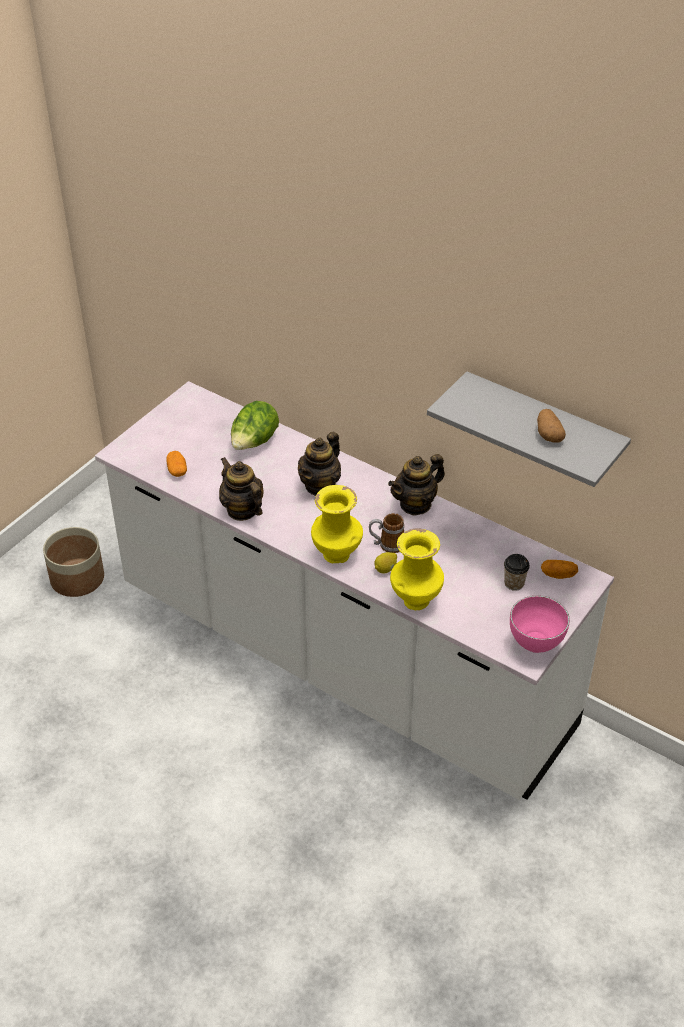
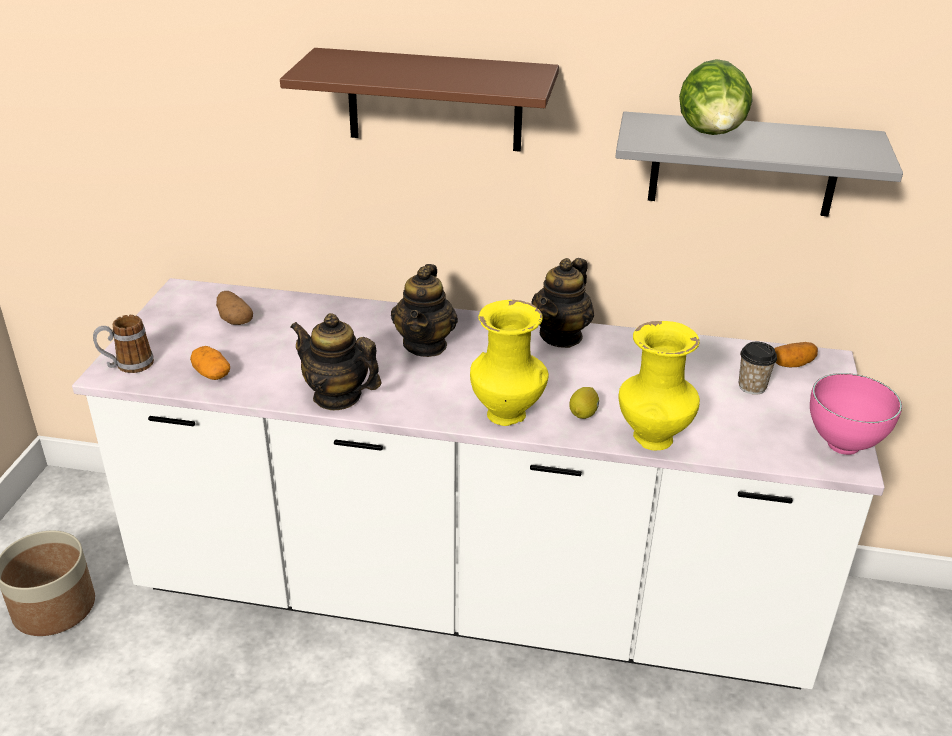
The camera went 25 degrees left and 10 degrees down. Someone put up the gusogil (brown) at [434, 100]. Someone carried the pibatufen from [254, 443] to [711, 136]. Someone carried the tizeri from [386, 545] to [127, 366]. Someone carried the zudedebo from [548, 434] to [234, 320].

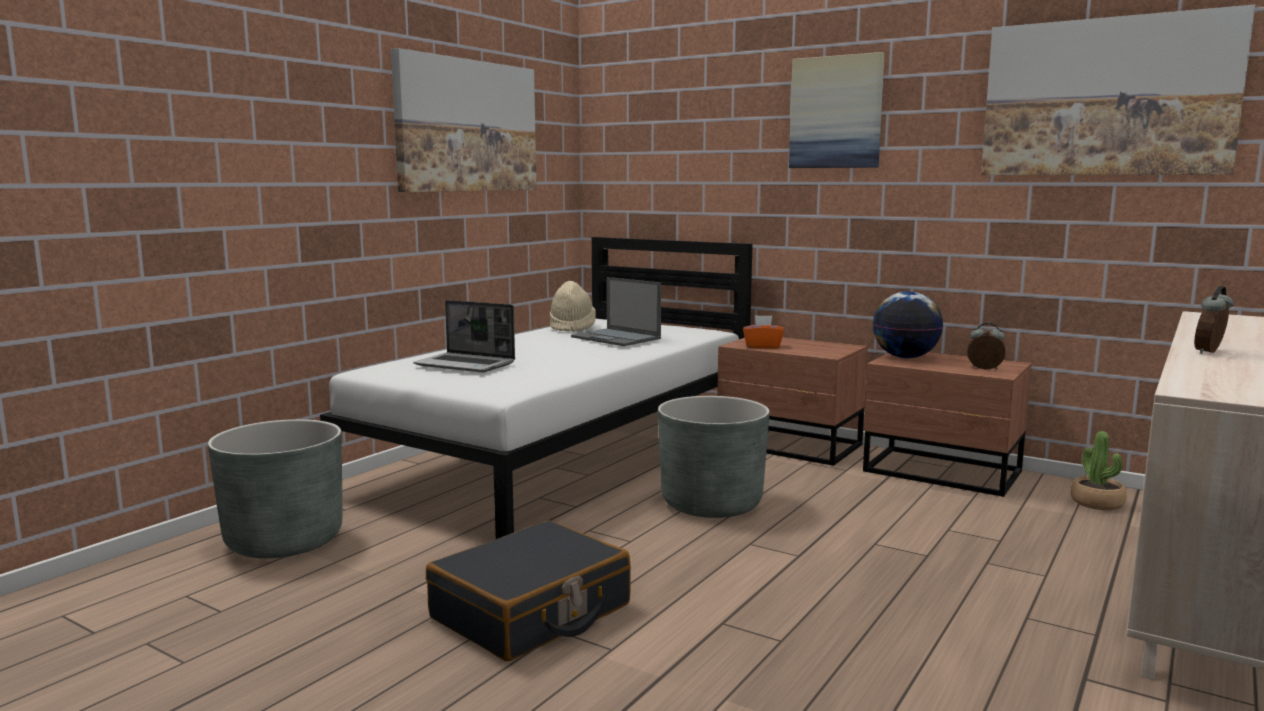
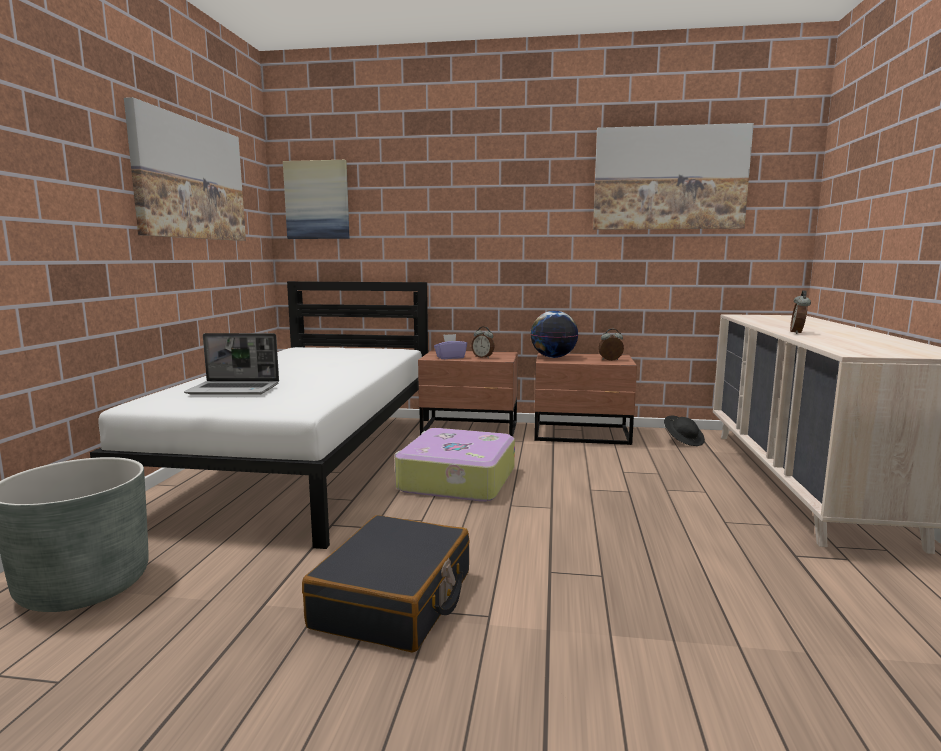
The camera went 25 degrees left and 0 degrees up. Someone took away the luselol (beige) at [572, 327]. Someone took away the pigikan at [617, 338]. Someone put down the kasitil at [483, 357]. Someone carried the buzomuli from [836, 112] to [317, 200]. Someone swapped the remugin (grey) at [711, 504] for the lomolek at [456, 480]. Someone swapped the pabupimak at [1097, 503] for the luselol (black) at [683, 440]. Someone repainted the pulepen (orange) at [762, 346], which became the pulepen (purple) at [450, 357].

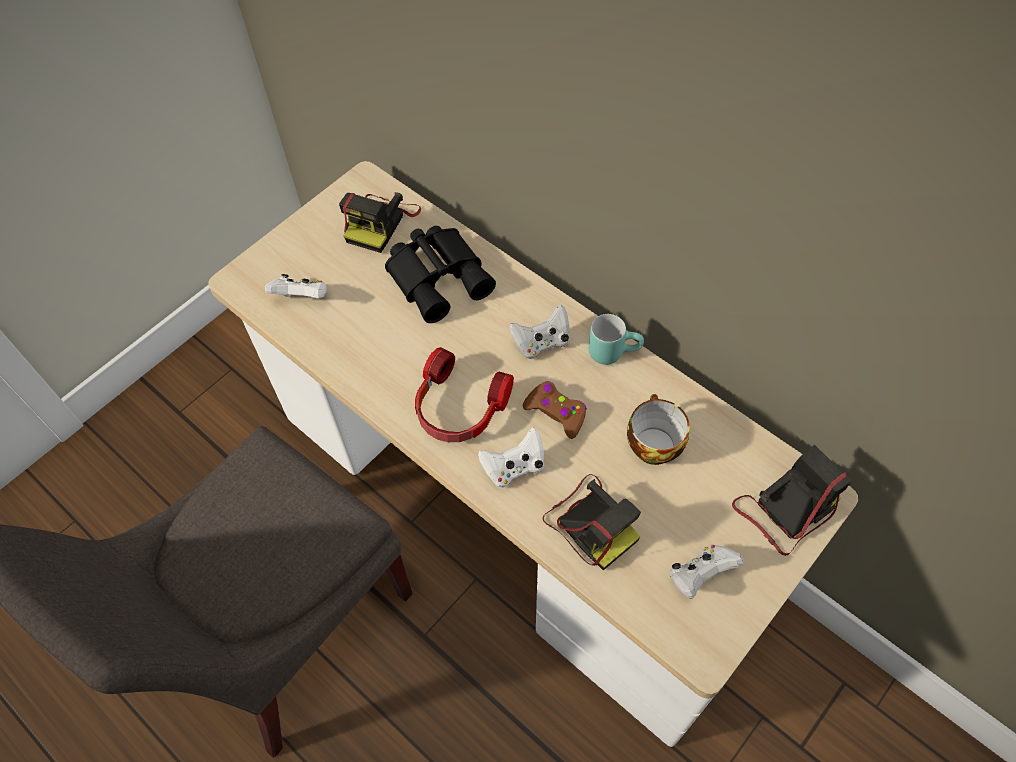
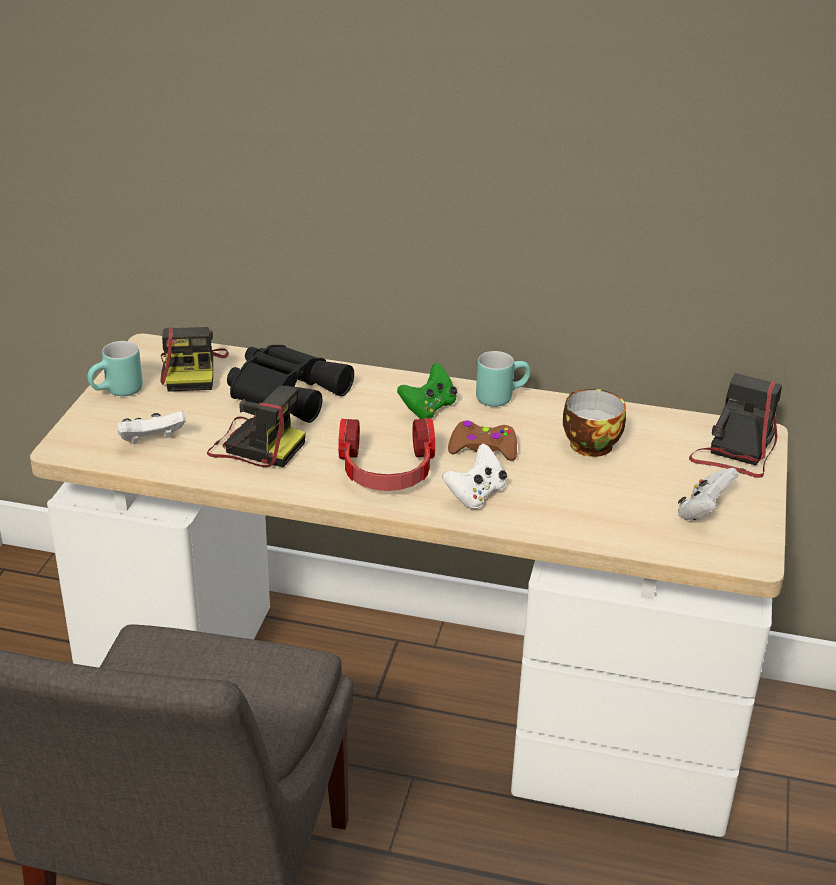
The camera went 30 degrees left and 25 degrees down. Someone put down the tizeri (turquoise) at [118, 393]. Someone carried the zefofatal from [590, 523] to [255, 445]. Someone repainted the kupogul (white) at [541, 343], which became the kupogul (green) at [428, 408].

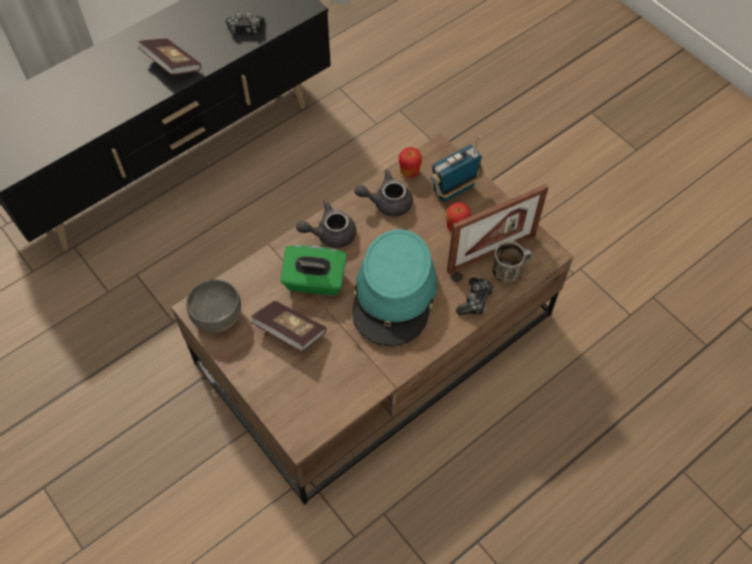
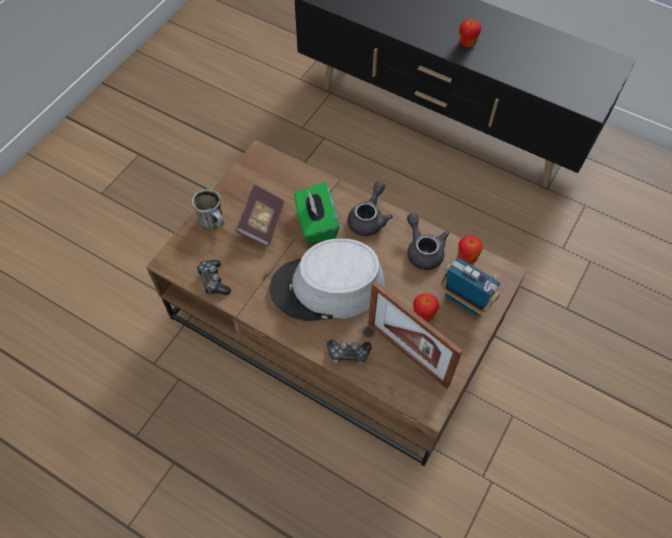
The camera went 70 degrees right and 0 degrees up. Someone took away the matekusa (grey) at [216, 316]. Someone carried the kupogul from [245, 28] to [213, 281]. Someone carried the tizeri from [509, 271] to [215, 222]. Someone swapped the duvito at [172, 65] for the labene at [467, 43]. Someone repainted the luselol (turquoise) at [395, 295], which became the luselol (grey) at [327, 287]. Someone rotated the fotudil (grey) at [330, 234] by 60 degrees clockwise.

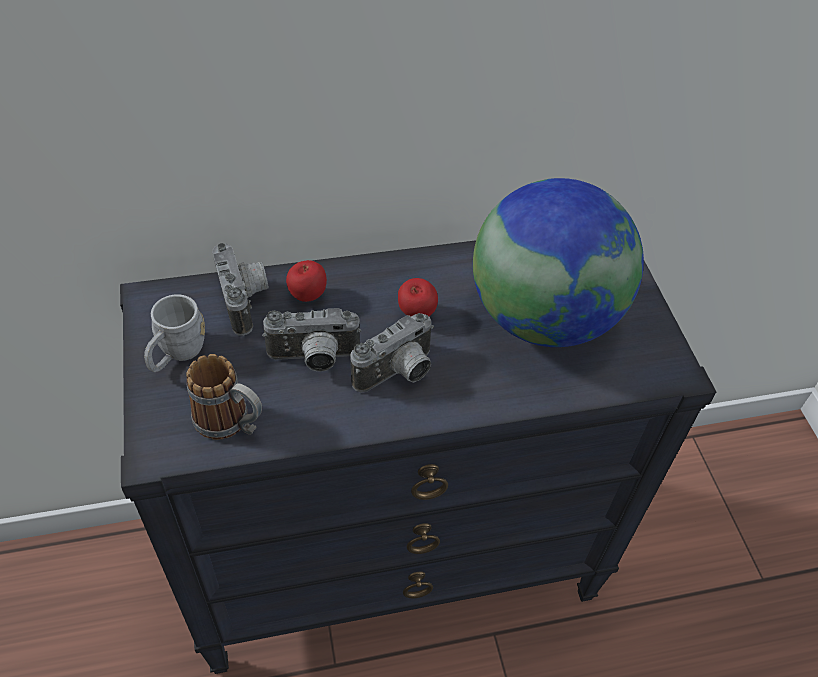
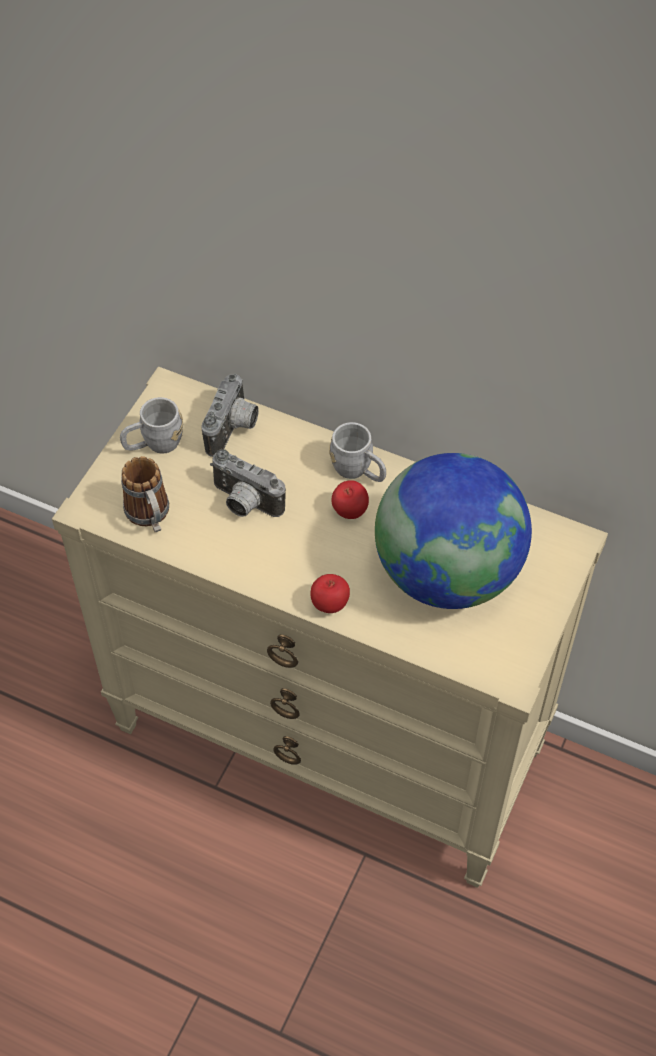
The camera went 40 degrees right and 5 degrees up. Someone took away the zefofatal at [398, 374]. Someone put down the tizeri (grey) at [358, 471]. Someone carried the labene from [307, 295] to [329, 604]. Someone repainted the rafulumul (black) at [396, 559], which became the rafulumul (beige) at [331, 737].

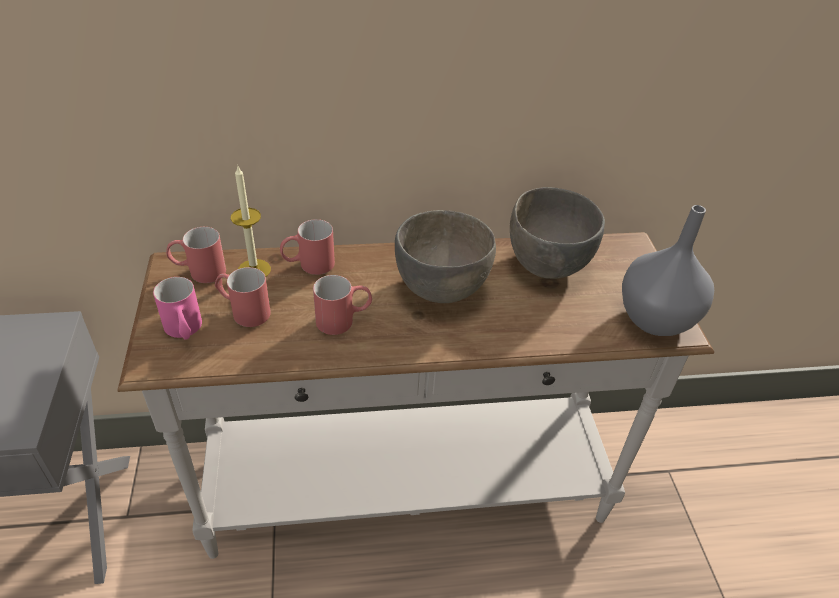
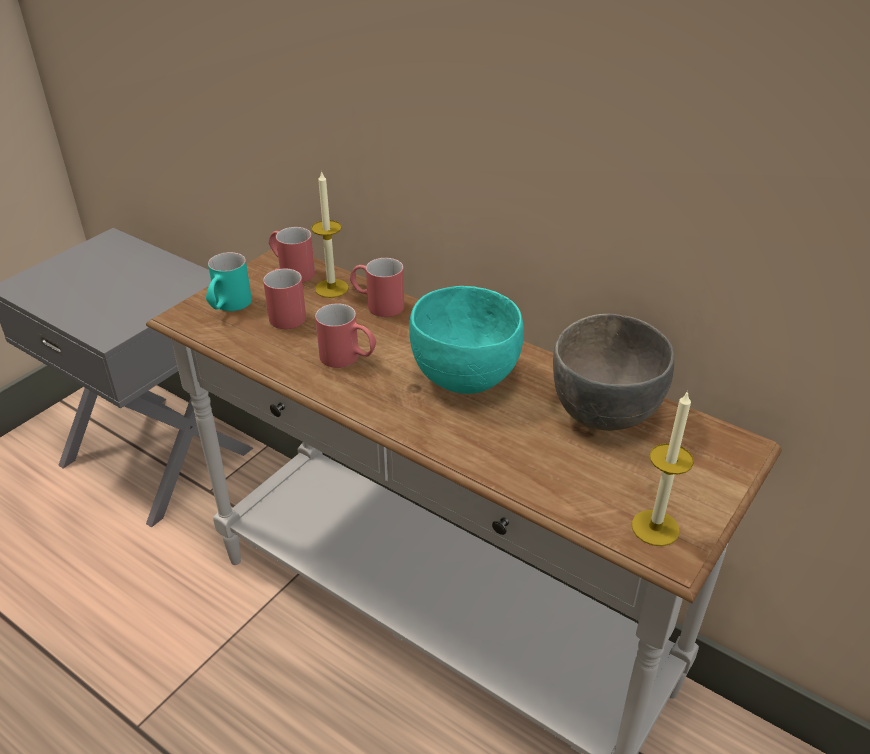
The camera went 45 degrees right and 5 degrees down. Someone swapped the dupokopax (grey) at [656, 321] for the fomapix at [655, 528]. Someone repainted the tizeri (pink) at [184, 331], which became the tizeri (turquoise) at [228, 306]. Someone repainted the matekusa (grey) at [442, 288], which became the matekusa (turquoise) at [465, 379].

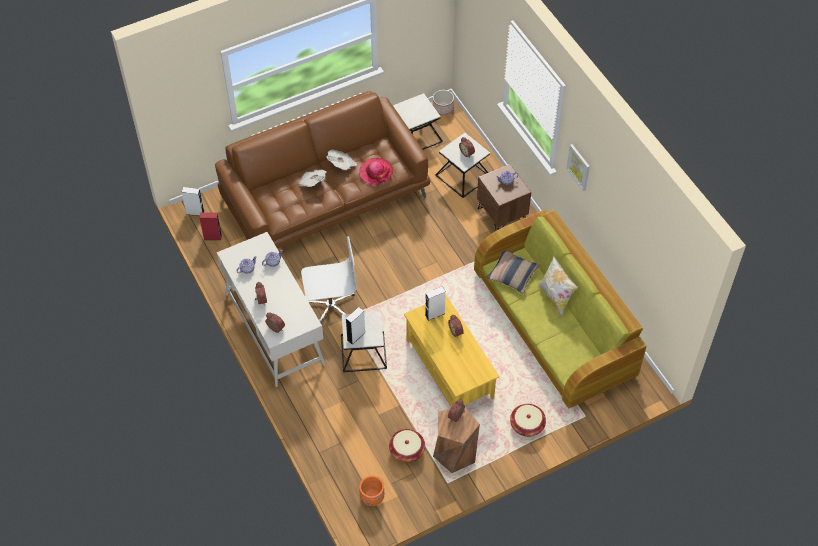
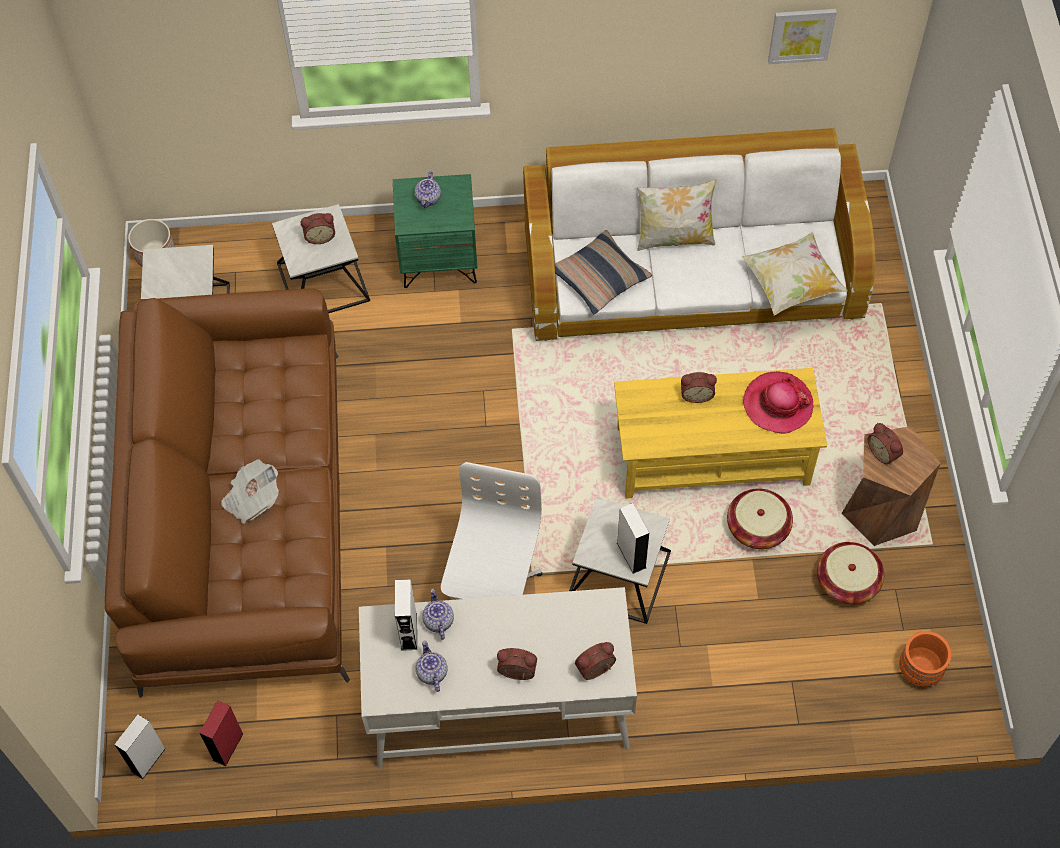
The camera went 65 degrees left and 5 degrees up. Someone took away the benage at [342, 165]. Someone put down the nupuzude at [791, 284]. Someone carried the luselol from [376, 172] to [777, 404]. Someone carried the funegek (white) from [434, 314] to [409, 631]. Someone carried the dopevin from [527, 425] to [757, 527]. Someone carried the buzomuli from [579, 167] to [801, 35]. Someone repainted the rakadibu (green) at [555, 324], which became the rakadibu (white) at [692, 274]. Someone repainted the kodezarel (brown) at [502, 215], which became the kodezarel (green) at [439, 259].

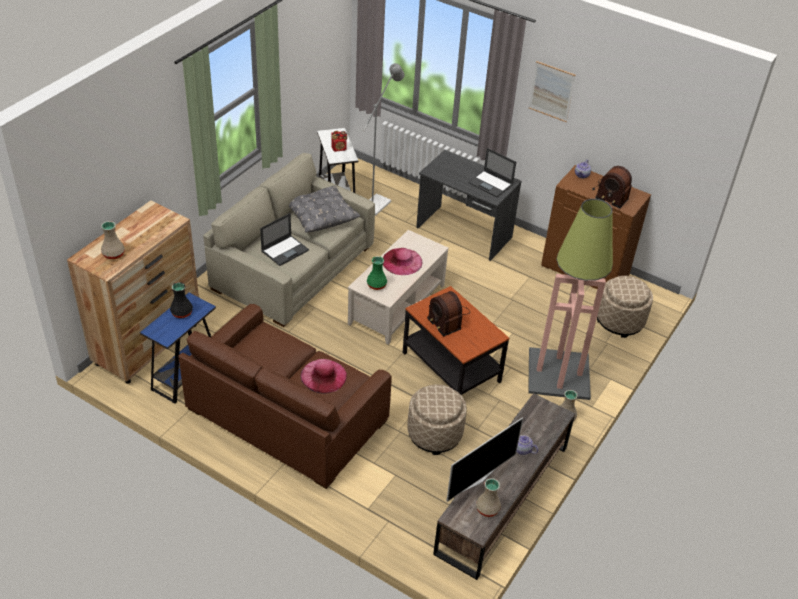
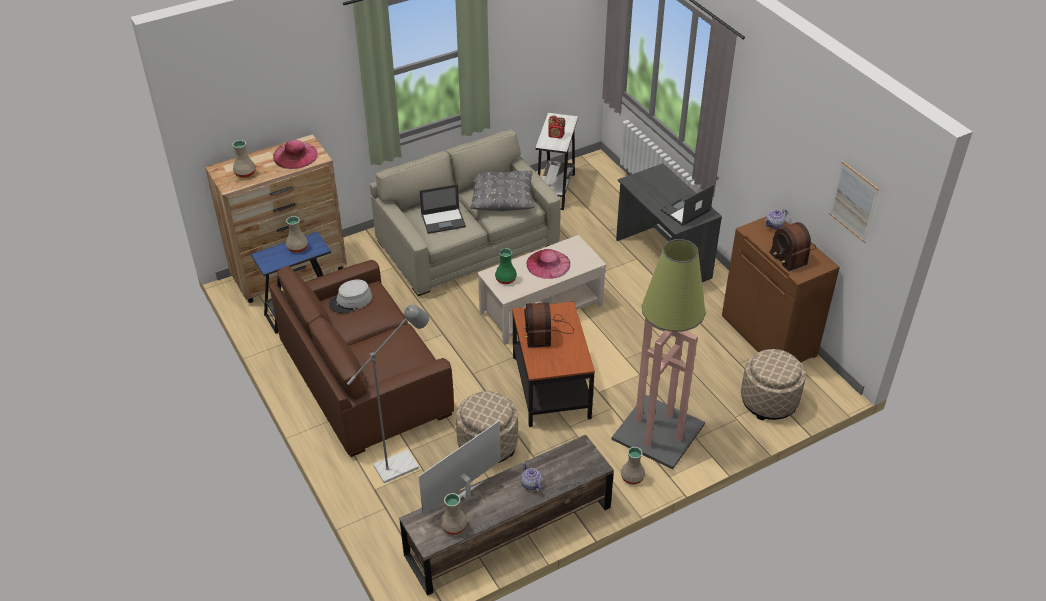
The camera went 30 degrees right and 0 degrees up. Someone put down the luselol (grey) at [350, 301]. Someone carried the luselol (pink) from [323, 376] to [295, 155]. Someone carried the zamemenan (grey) from [379, 202] to [403, 463]. Someone carried the buzomuli from [551, 91] to [853, 201]. Someone repainted the dupokopax (black) at [181, 313], which became the dupokopax (beige) at [297, 247]. Someone rotated the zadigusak at [478, 479] by 150 degrees clockwise. Someone rotated the pigikan at [491, 184] by 75 degrees clockwise.

